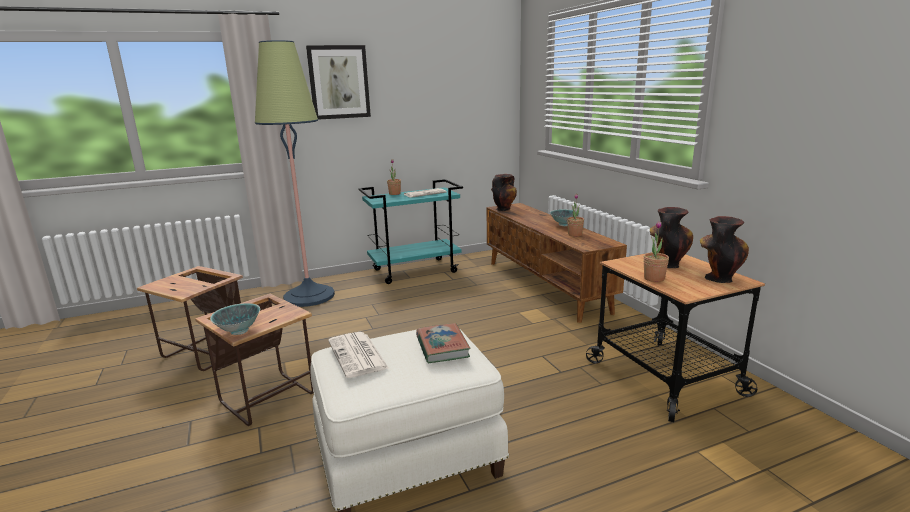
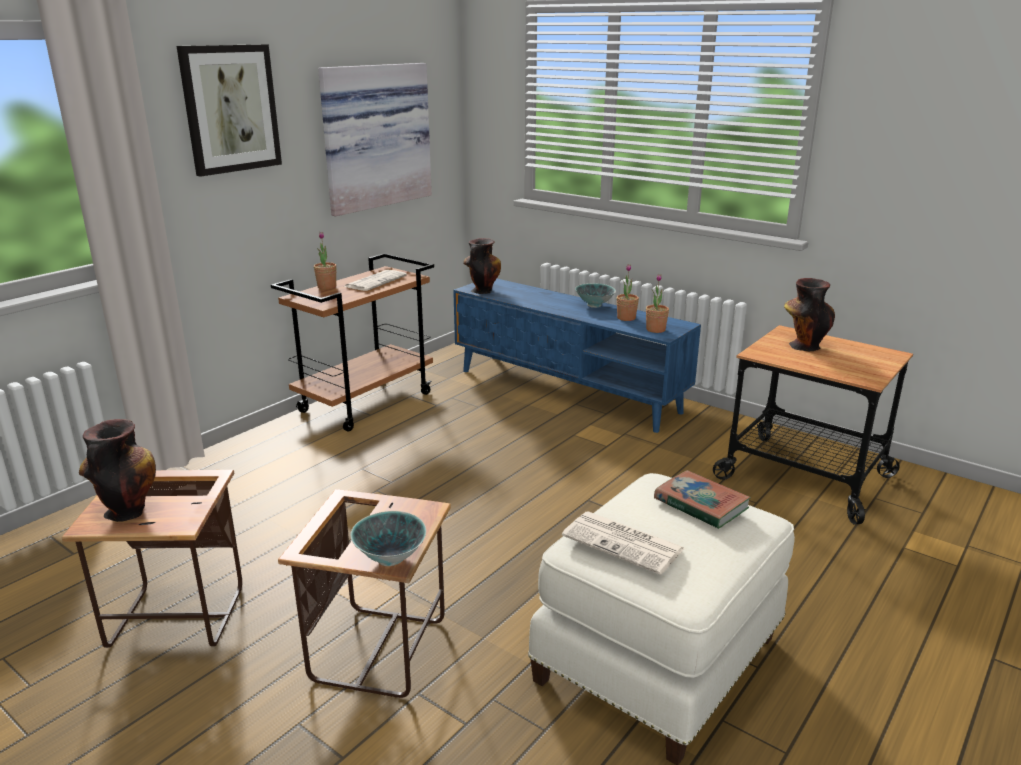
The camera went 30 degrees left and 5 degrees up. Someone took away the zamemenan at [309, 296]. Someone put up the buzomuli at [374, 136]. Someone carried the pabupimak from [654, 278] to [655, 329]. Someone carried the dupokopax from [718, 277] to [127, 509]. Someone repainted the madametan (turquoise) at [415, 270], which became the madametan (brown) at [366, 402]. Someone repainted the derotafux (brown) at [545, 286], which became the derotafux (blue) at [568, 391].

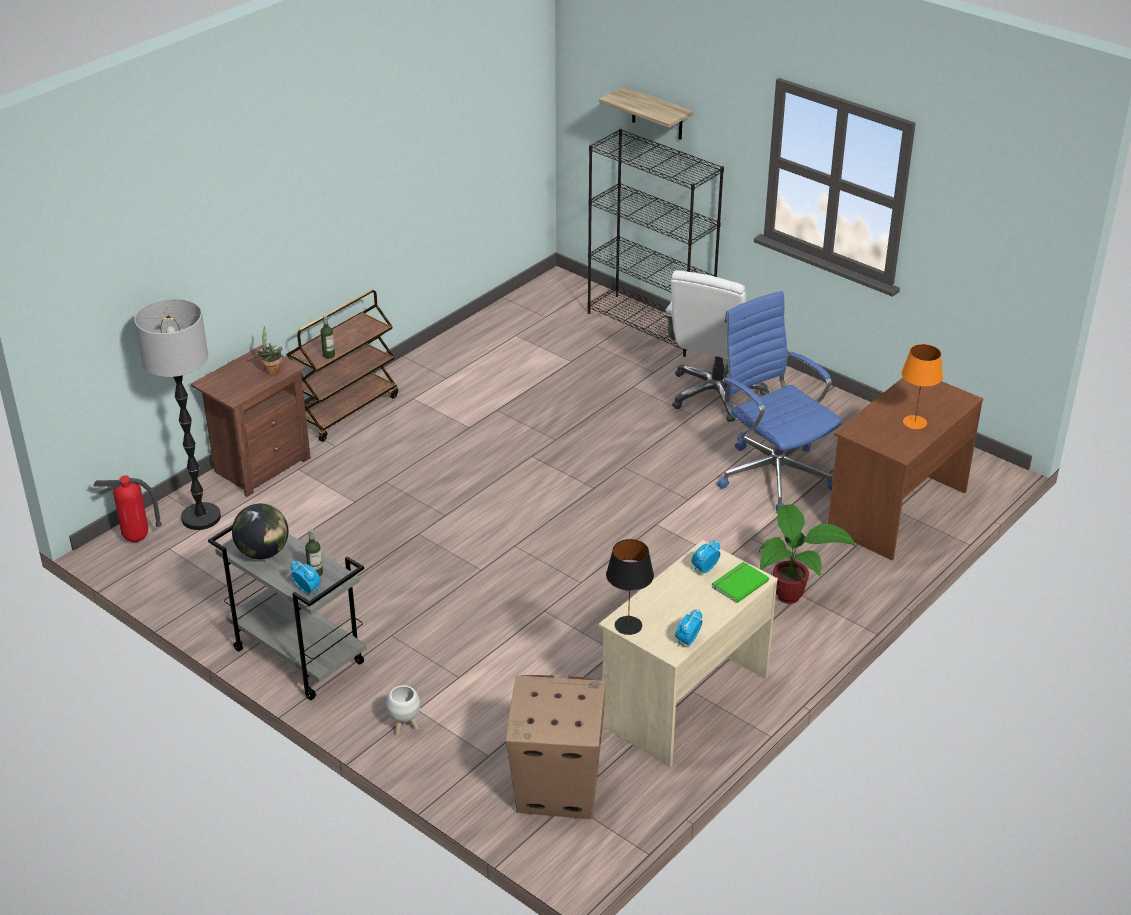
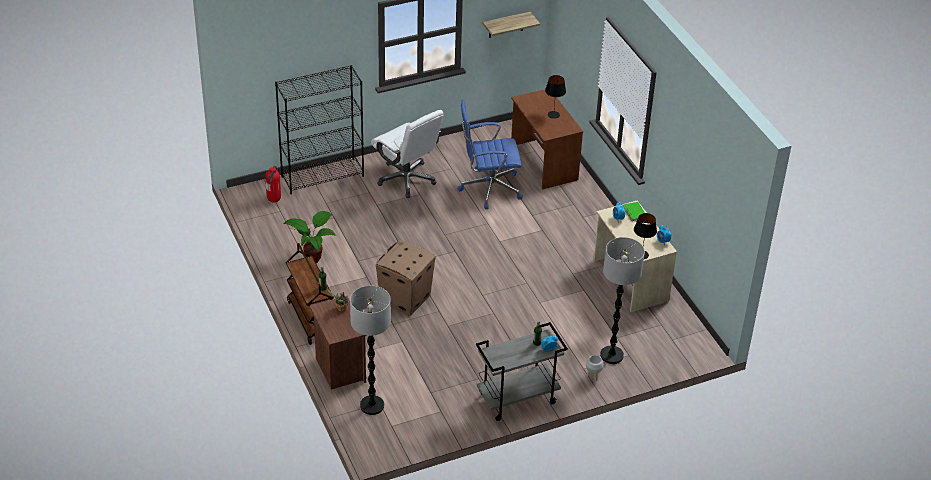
The camera went 65 degrees left and 5 degrees up. Someone took away the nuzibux at [263, 552]. Someone put down the zamemenan at [611, 355]. Someone carried the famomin from [136, 539] to [274, 201]. Someone carried the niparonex from [555, 787] to [404, 299]. Someone carried the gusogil from [657, 114] to [506, 25]. Someone carried the pabupimak from [793, 596] to [314, 258]. Someone repainted the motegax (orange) at [915, 422], which became the motegax (black) at [553, 114].

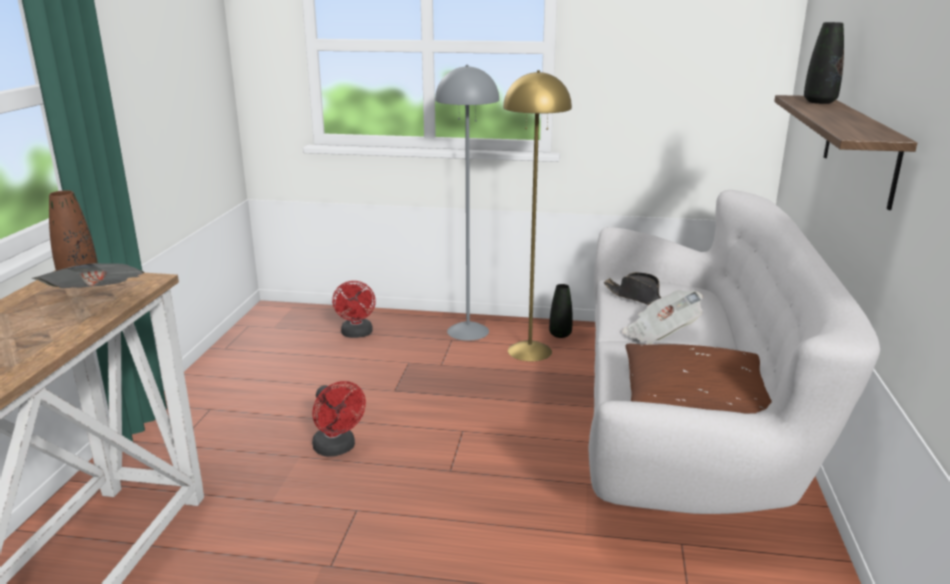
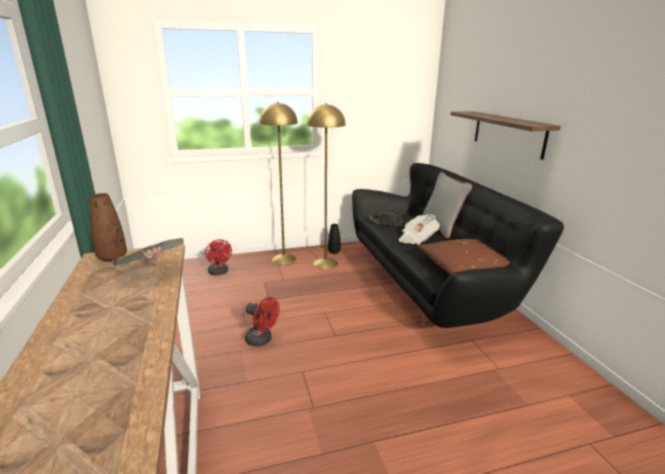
The camera went 25 degrees left and 0 degrees up. Someone took away the dupokopax (black) at [819, 102]. Someone put down the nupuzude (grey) at [441, 228]. Someone repainted the zamemenan (grey) at [468, 331], which became the zamemenan (yellow) at [284, 259]. Someone repainted the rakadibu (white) at [686, 430], which became the rakadibu (black) at [430, 286].

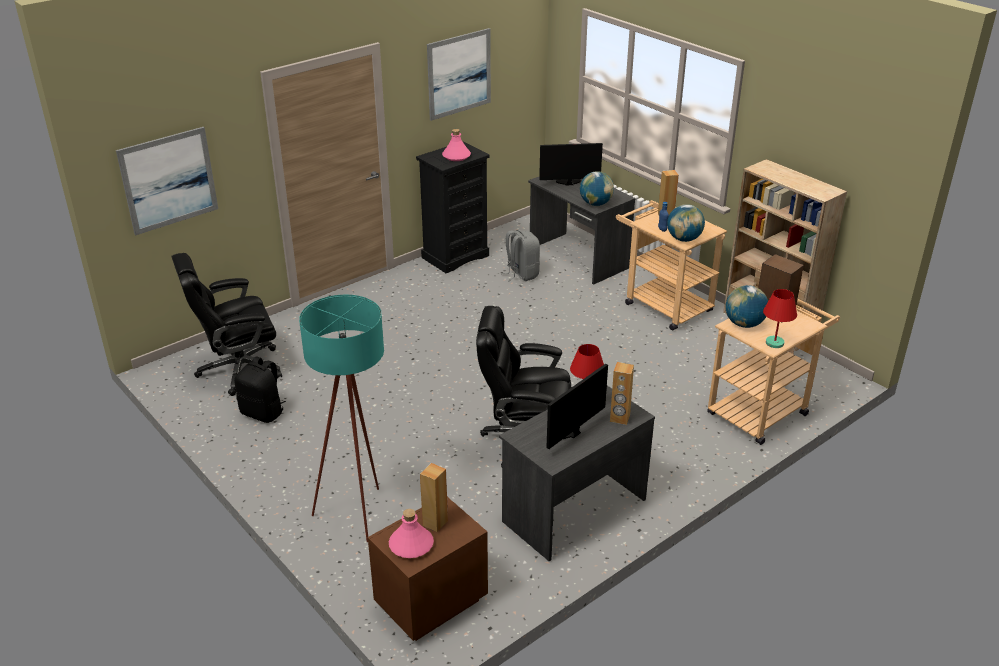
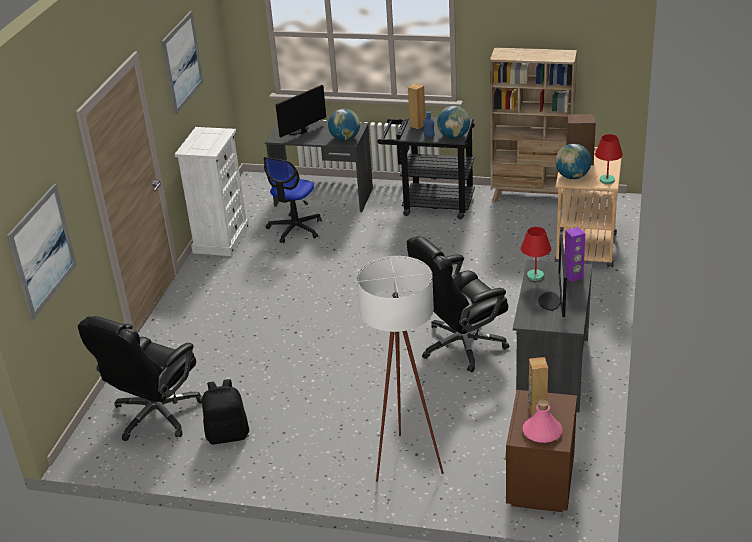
The camera went 35 degrees left and 0 degrees up. Someone took away the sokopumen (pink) at [456, 156]. Someone swapped the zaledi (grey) at [521, 274] for the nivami at [295, 229]. Someone repainted the zamemenan (turquoise) at [359, 509], which became the zamemenan (white) at [405, 457]. Someone repainted the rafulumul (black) at [455, 256], which became the rafulumul (white) at [221, 239]. Someone repainted the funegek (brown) at [619, 418], which became the funegek (purple) at [573, 276]. Someone repainted the madametan (beige) at [662, 304], which became the madametan (black) at [431, 204].

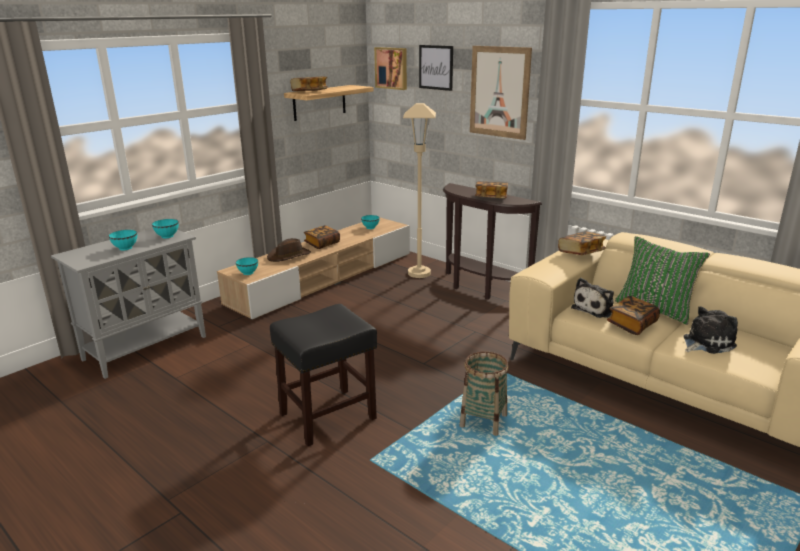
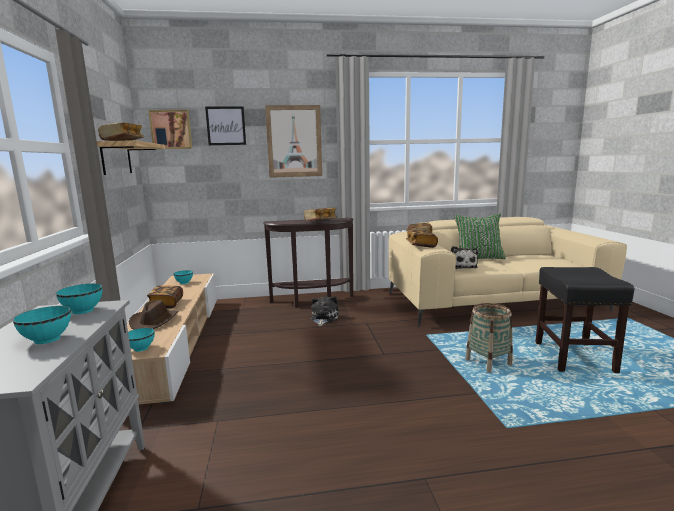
The camera went 50 degrees left and 10 degrees down. Someone took away the zamemenan (beige) at [419, 273]. Someone carried the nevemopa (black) from [328, 415] to [573, 357]. Someone carried the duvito from [632, 324] to [421, 245]. Someone carried the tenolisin from [706, 343] to [323, 318].

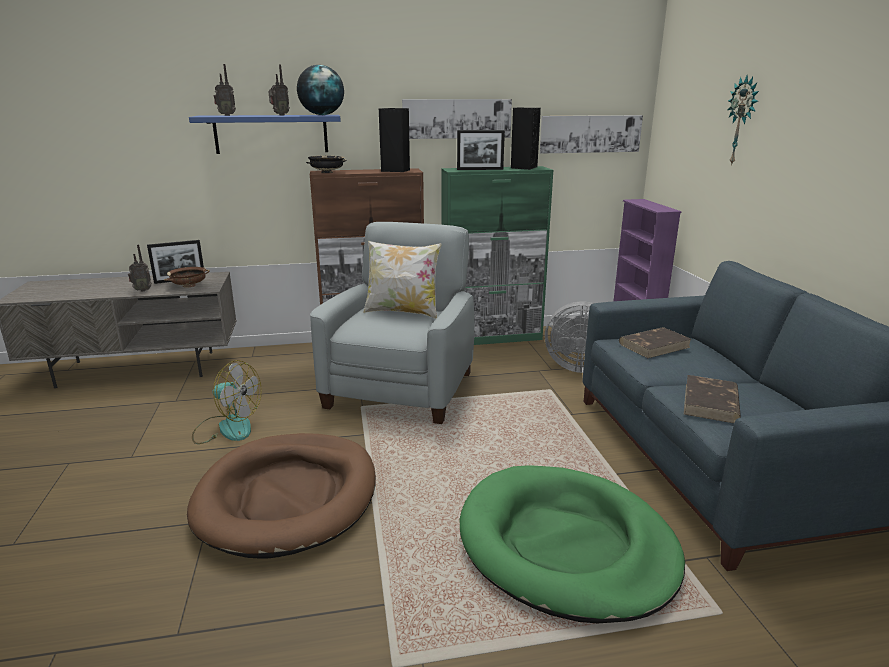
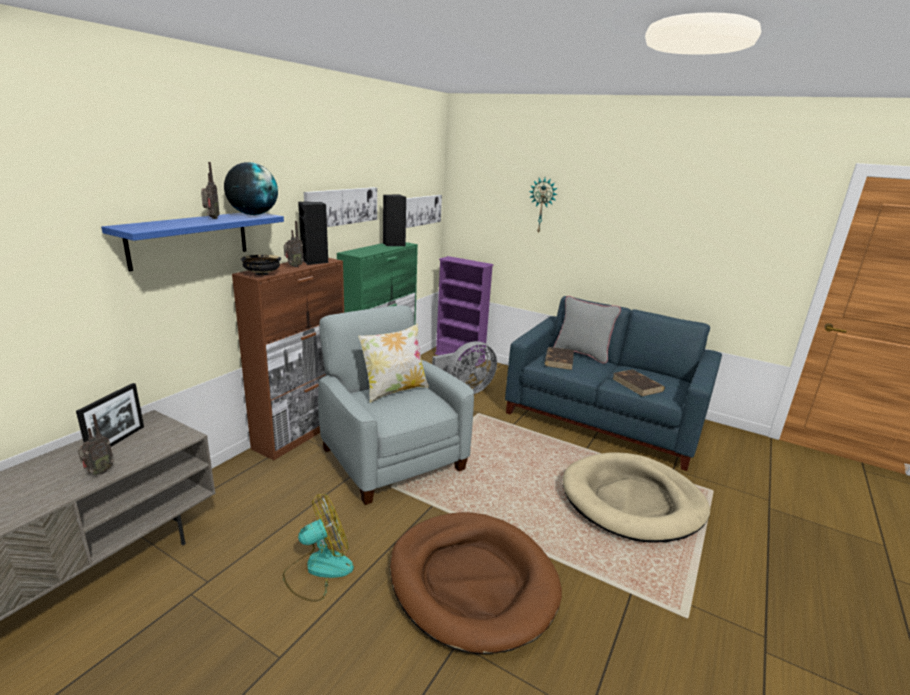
The camera went 50 degrees left and 0 degrees up. Someone took away the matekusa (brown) at [188, 285]. Someone took away the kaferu at [480, 169]. Someone put down the nupuzude (grey) at [582, 354]. Someone carried the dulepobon from [227, 115] to [293, 266]. Someone repainted the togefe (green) at [566, 546], which became the togefe (beige) at [632, 501].

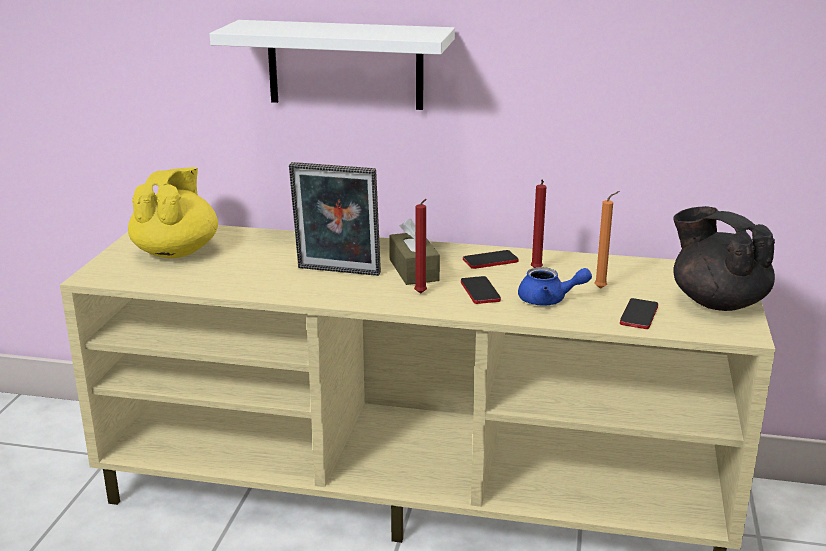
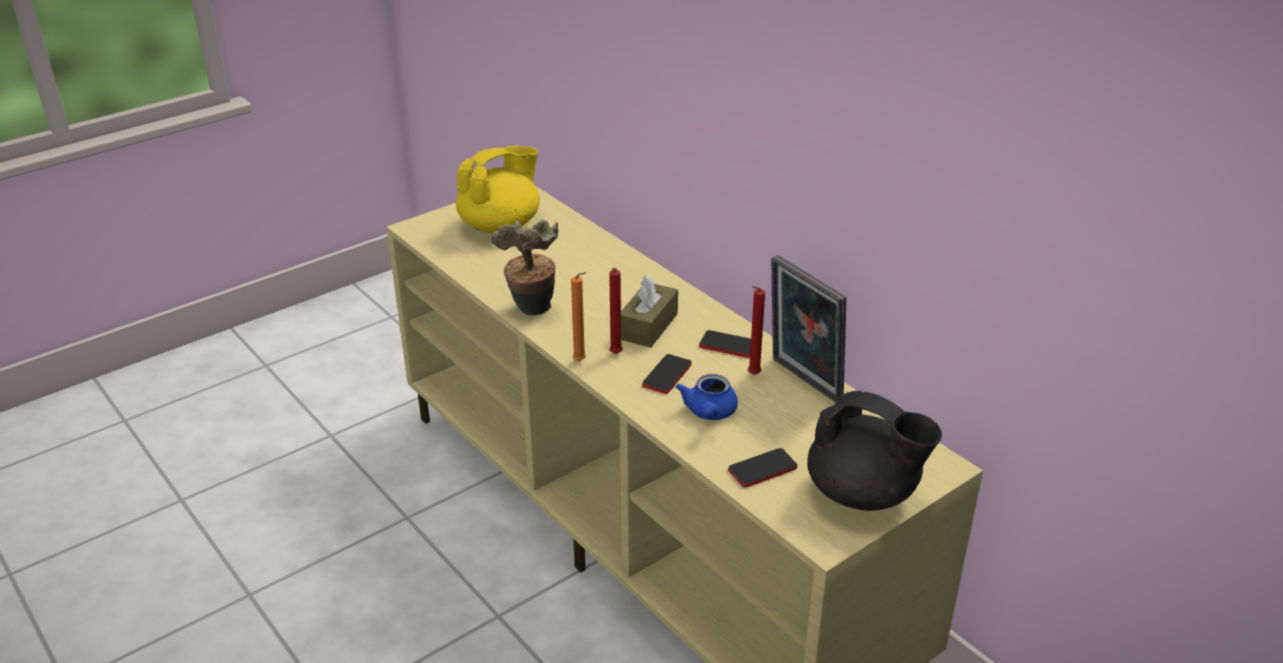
The camera went 40 degrees right and 10 degrees up. Someone took away the gusogil (white) at [345, 65]. Someone put down the pabupimak at [531, 311]. Someone carried the kaferu from [337, 272] to [802, 381]. Someone carried the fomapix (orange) from [602, 288] to [581, 362]. Someone rotated the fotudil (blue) at [549, 300] by 45 degrees clockwise. Someone rotated the fotudil (black) at [717, 302] by 120 degrees clockwise.

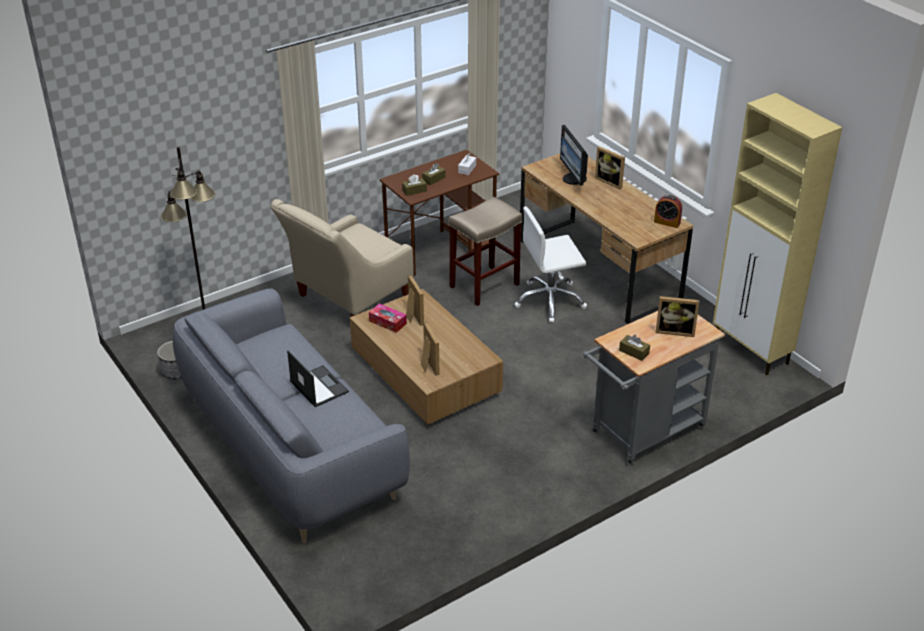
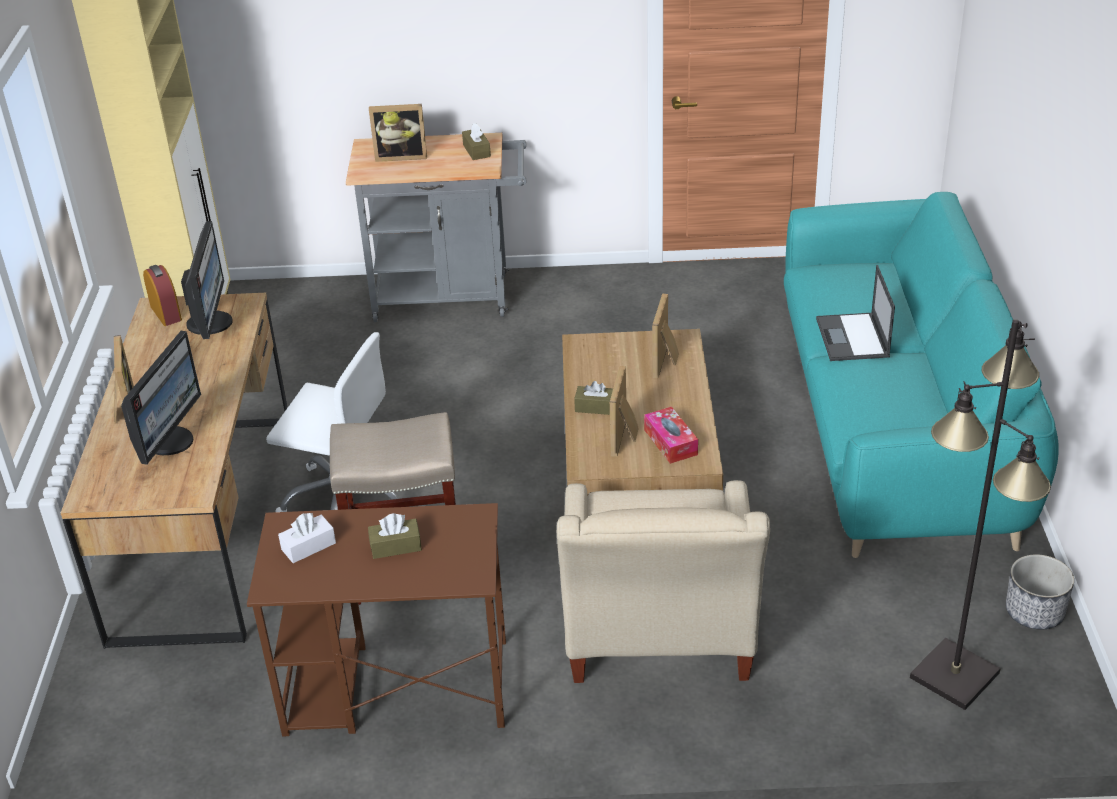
The camera went 145 degrees left and 0 degrees up. Someone put down the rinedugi at [211, 322]. Someone carried the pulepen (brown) from [414, 191] to [596, 407]. Someone repainted the rakadibu (grey) at [290, 446], which became the rakadibu (turquoise) at [895, 429]. Someone rotated the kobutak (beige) at [347, 300] by 105 degrees clockwise. Someone rotated the kaferu at [675, 331] by 135 degrees clockwise.

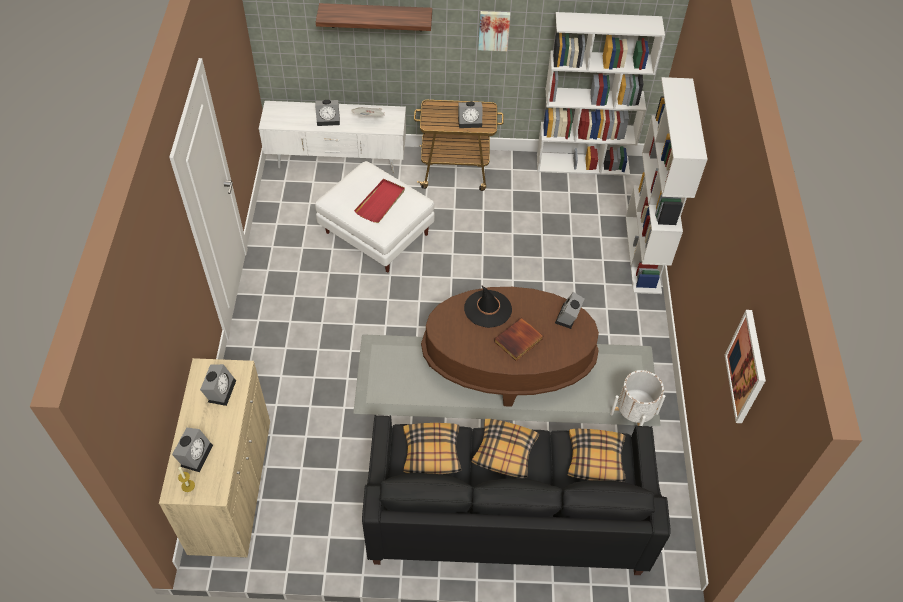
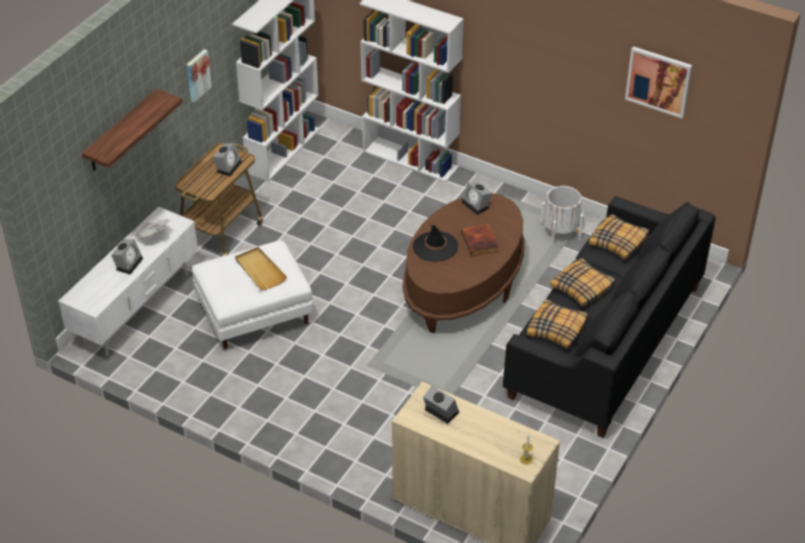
The camera went 60 degrees left and 10 degrees down. Someone took away the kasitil at [195, 454]. Someone repainted the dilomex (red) at [380, 202], which became the dilomex (beige) at [260, 270].

